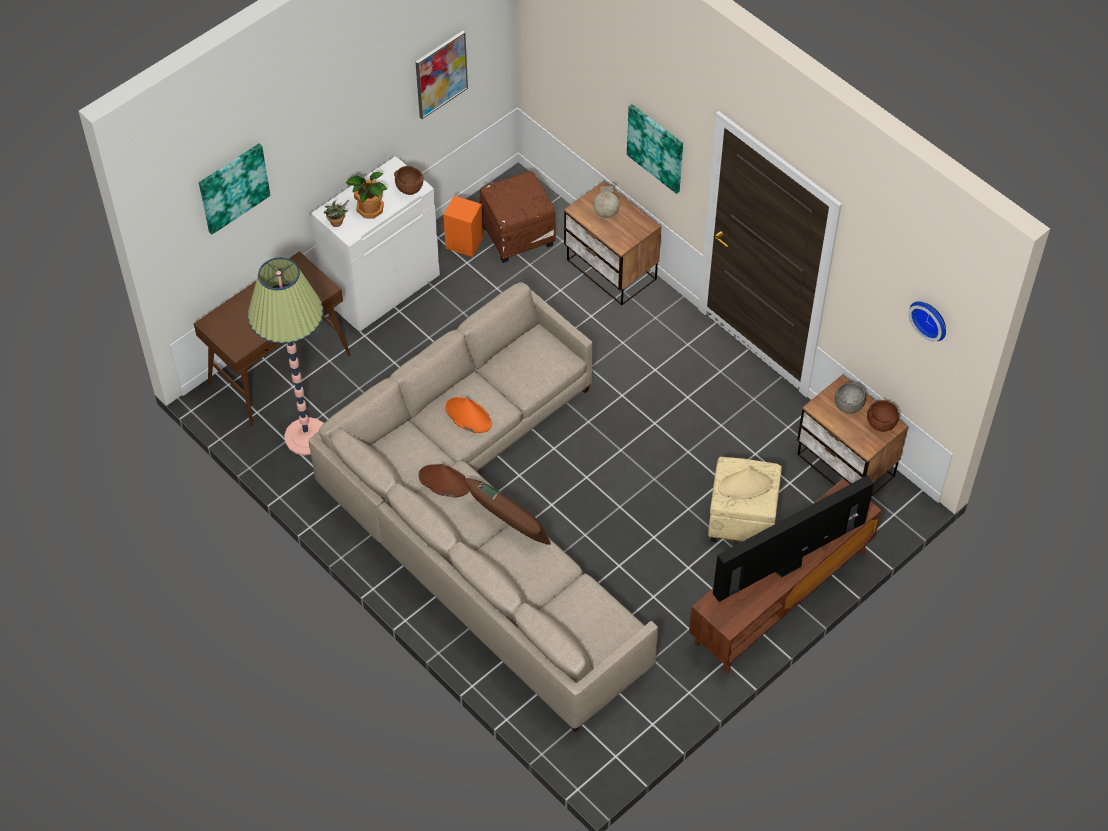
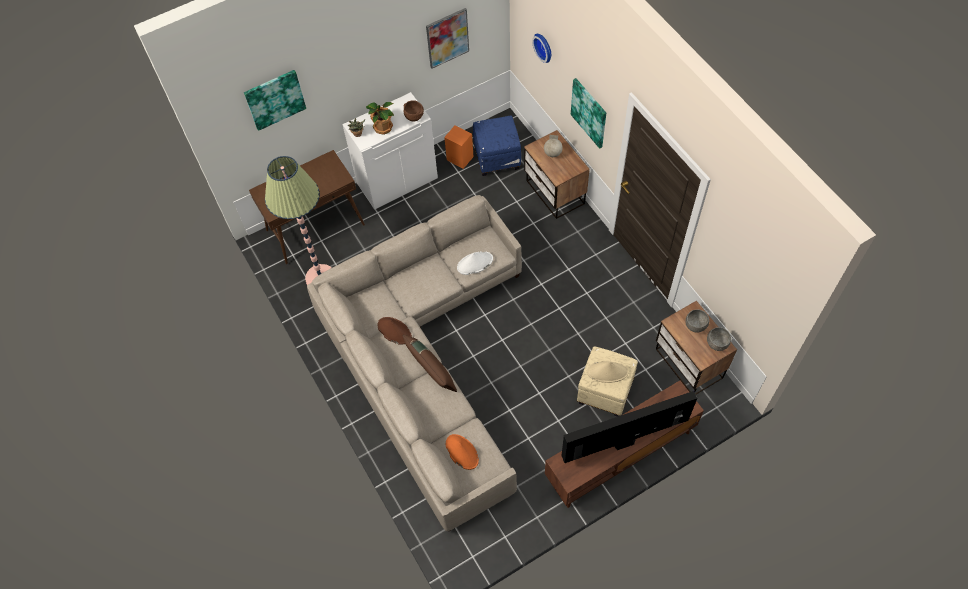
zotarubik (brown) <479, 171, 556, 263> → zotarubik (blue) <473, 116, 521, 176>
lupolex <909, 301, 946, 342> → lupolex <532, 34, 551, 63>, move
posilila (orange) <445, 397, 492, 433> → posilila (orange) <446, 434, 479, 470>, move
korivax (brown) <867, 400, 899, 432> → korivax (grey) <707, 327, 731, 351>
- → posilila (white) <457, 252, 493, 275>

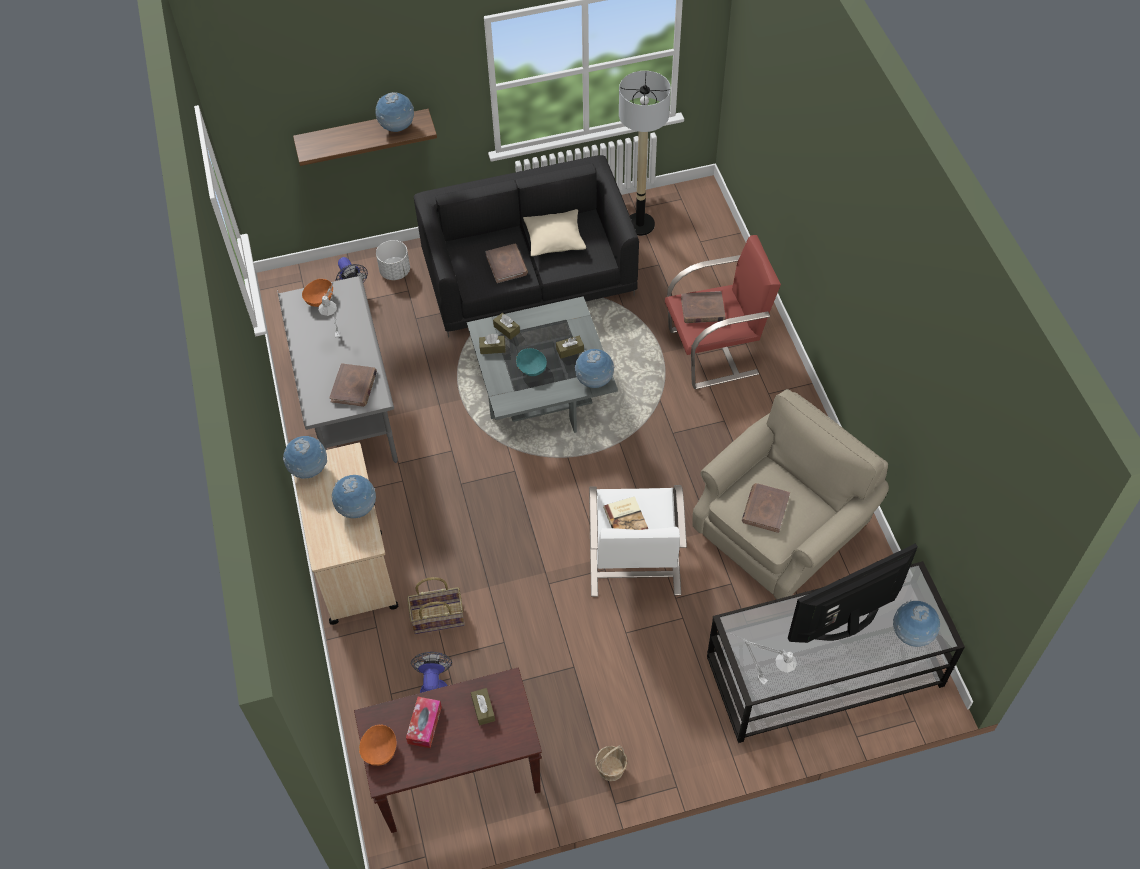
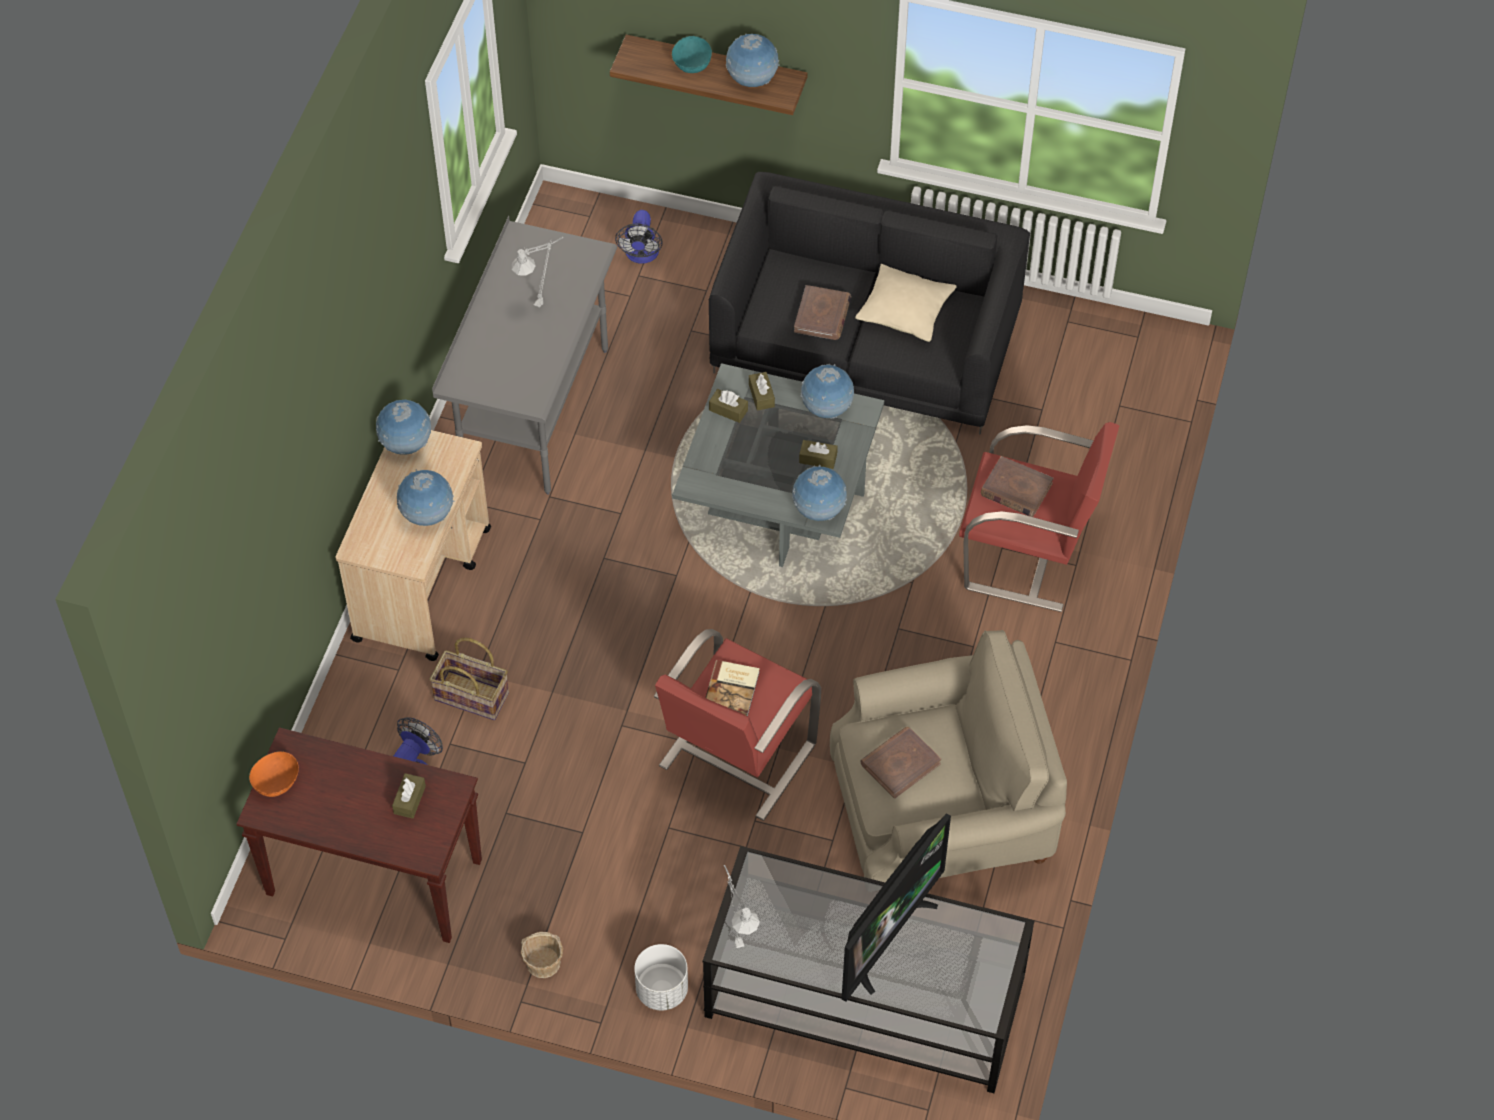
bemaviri <619, 71, 671, 236> → -
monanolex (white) <376, 240, 410, 280> → monanolex (white) <634, 944, 688, 1010>, move
korivax (orange) <302, 279, 333, 307> → -
korivax (turquoise) <516, 348, 547, 376> → korivax (turquoise) <672, 36, 712, 73>, move
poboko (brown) <329, 363, 377, 407> → -
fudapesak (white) <589, 485, 687, 597> → fudapesak (red) <654, 629, 821, 821>
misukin <787, 543, 918, 643> → misukin <842, 813, 951, 1002>, 120 degrees clockwise
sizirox <893, 600, 941, 647> → sizirox <801, 364, 854, 419>, move
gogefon <406, 697, 442, 748> → -

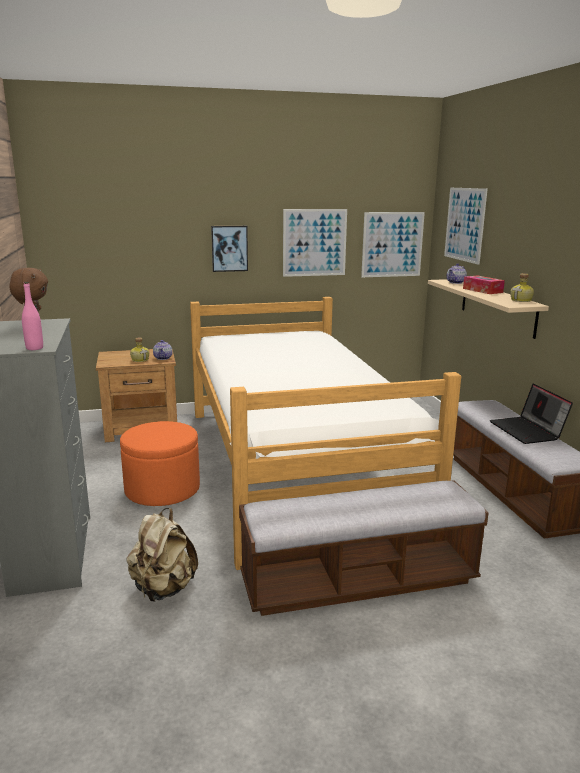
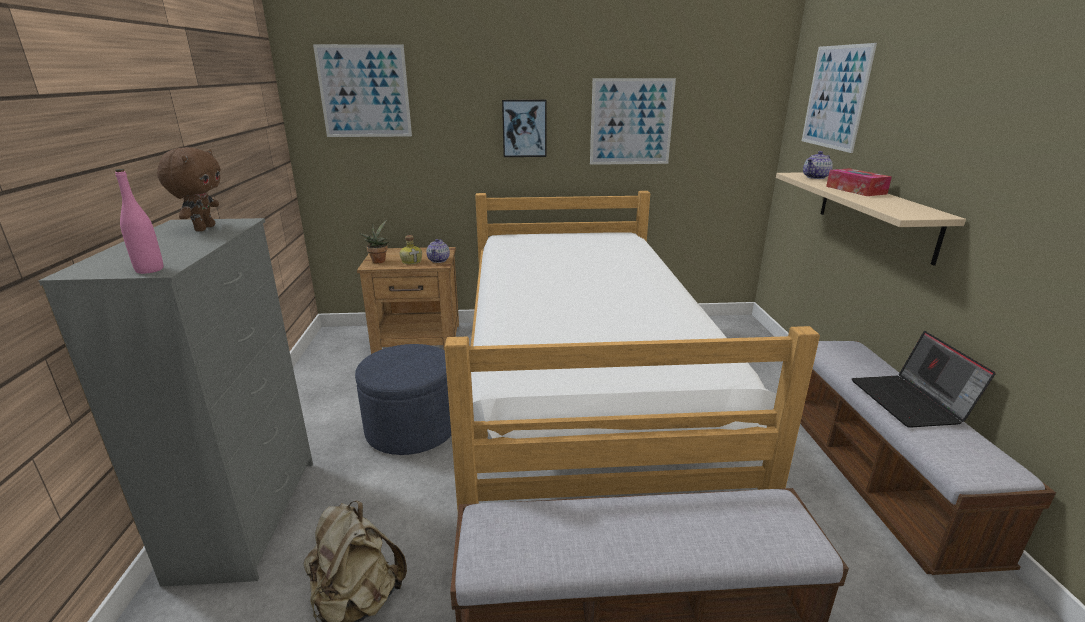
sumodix <361, 212, 425, 277> → sumodix <313, 44, 412, 137>, move
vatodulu <510, 273, 534, 302> → -
zotarubik (orange) <120, 421, 200, 506> → zotarubik (blue) <355, 344, 451, 455>
- → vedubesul <359, 220, 389, 264>

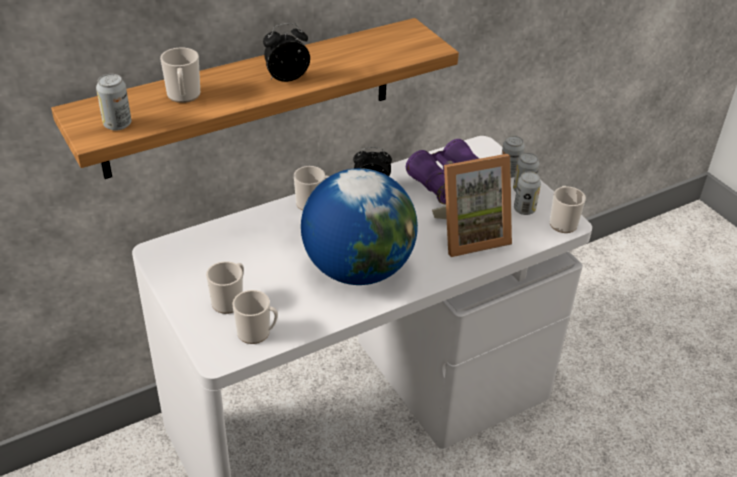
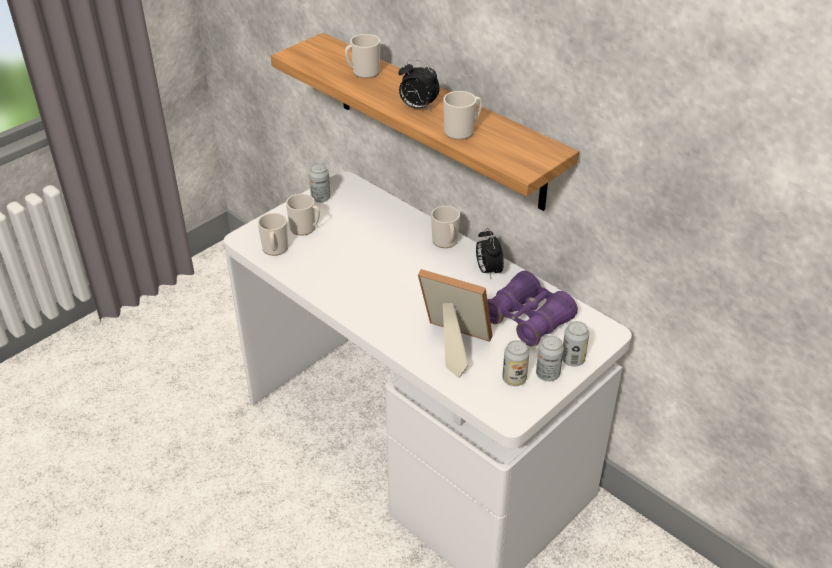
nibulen <263, 23, 310, 82> → nibulen <398, 59, 440, 111>, 150 degrees clockwise
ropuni <96, 74, 131, 131> → ropuni <309, 164, 330, 203>, move
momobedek <432, 154, 512, 257> → momobedek <418, 269, 493, 378>, 150 degrees clockwise
sizirox <301, 168, 418, 285> → -
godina <550, 186, 586, 233> → godina <443, 91, 482, 140>, move

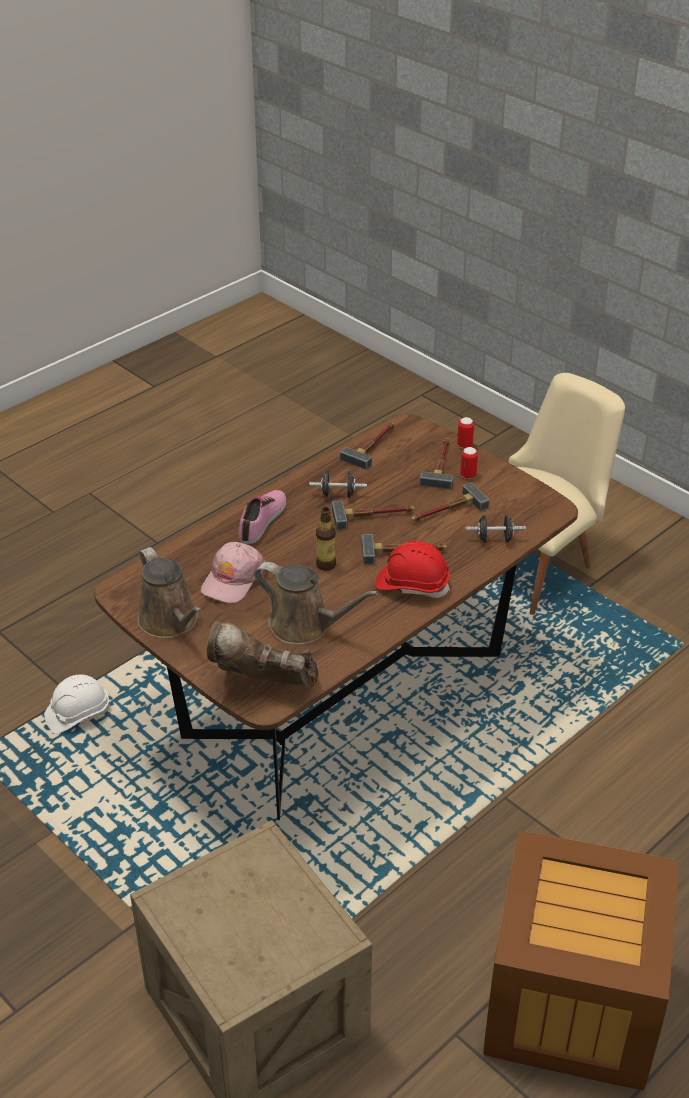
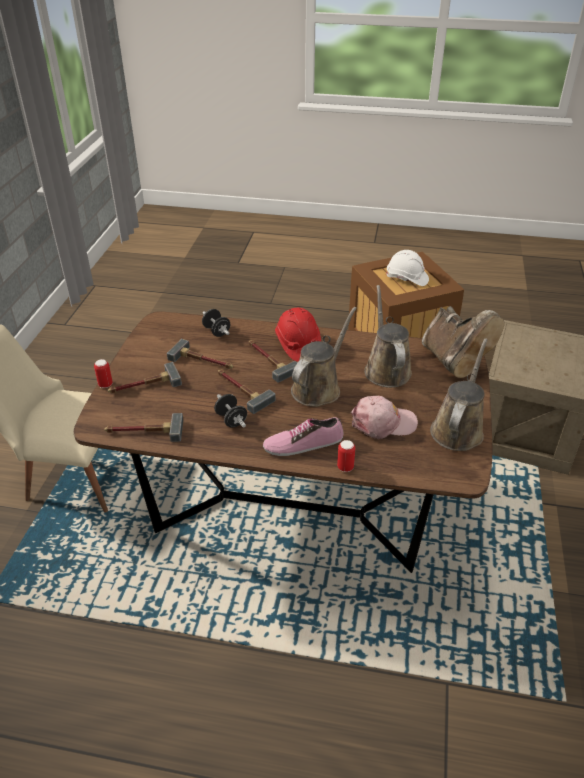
ropuni <460, 447, 478, 479> → ropuni <337, 440, 355, 472>, move
vatodulu <316, 507, 336, 571> → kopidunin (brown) <291, 307, 357, 407>
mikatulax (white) <44, 675, 110, 734> → mikatulax (white) <386, 250, 429, 286>, move

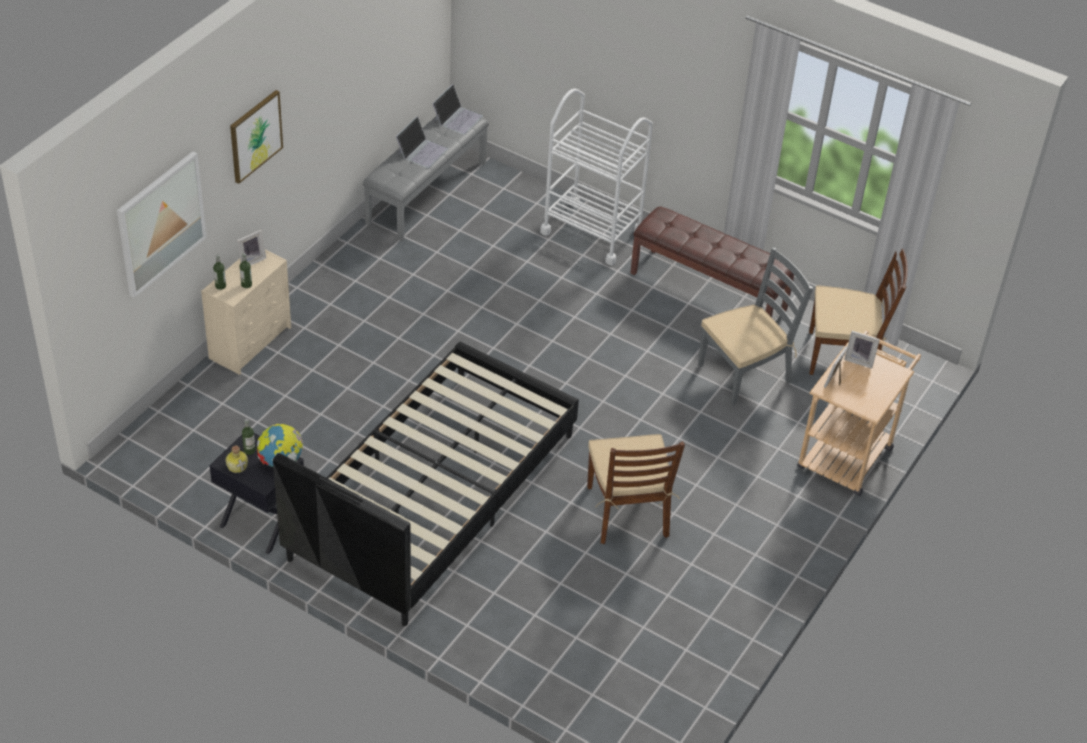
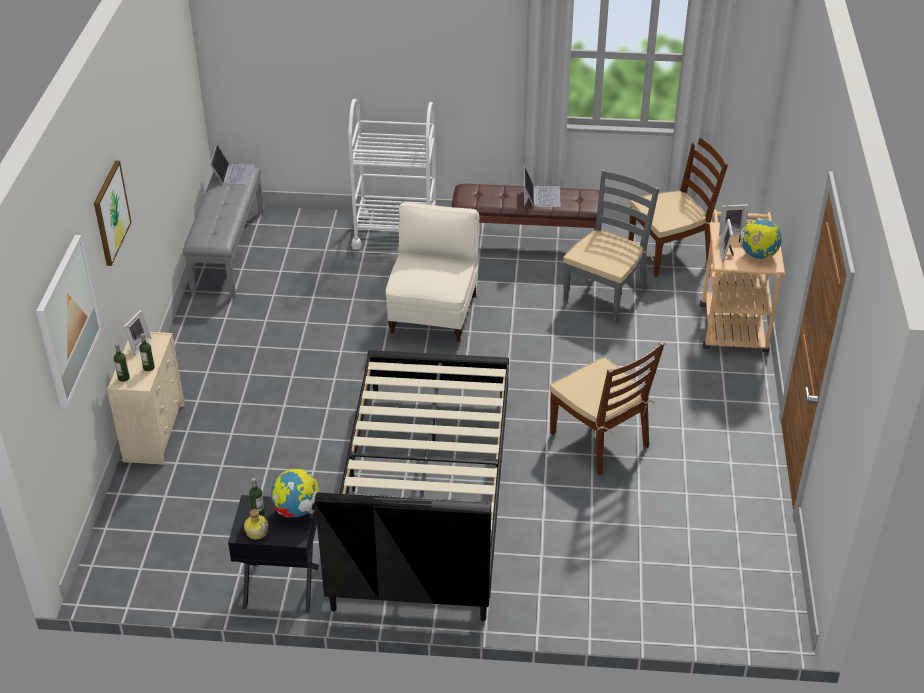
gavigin <396, 116, 448, 168> → gavigin <524, 165, 561, 207>, move
- → fudapesak (beige) <386, 202, 479, 344>
- → sizirox <739, 219, 782, 259>

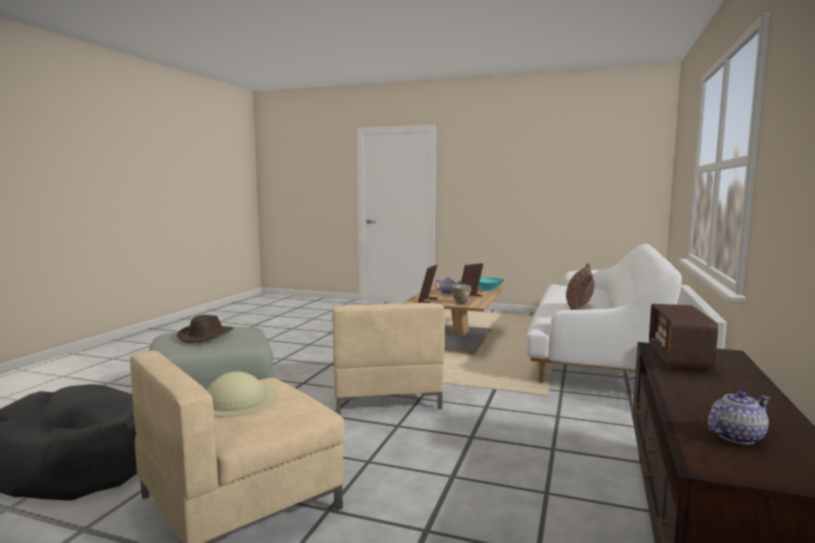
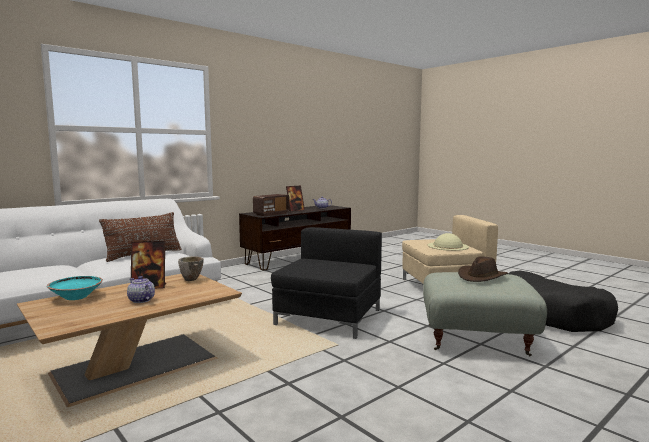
momobedek <418, 265, 437, 303> → momobedek <286, 186, 305, 211>, move
fudapesak (beige) <333, 303, 445, 415> → fudapesak (black) <271, 227, 382, 339>

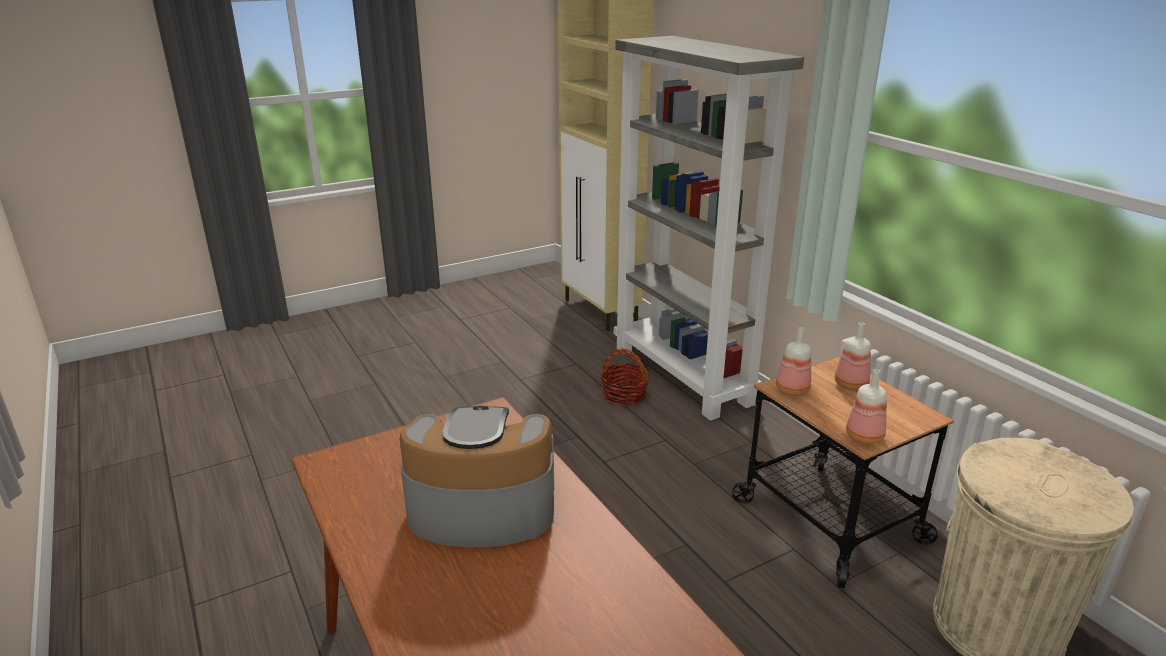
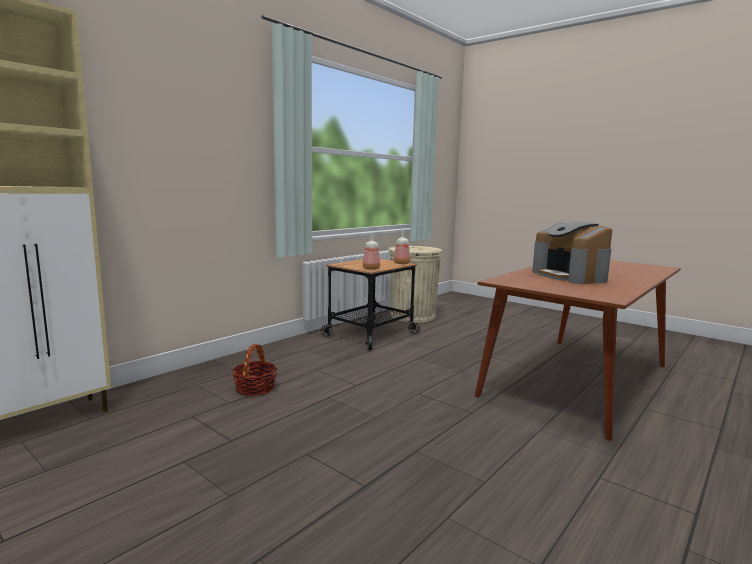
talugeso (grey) <614, 36, 804, 421> → -
vatodulu <835, 322, 871, 391> → -

